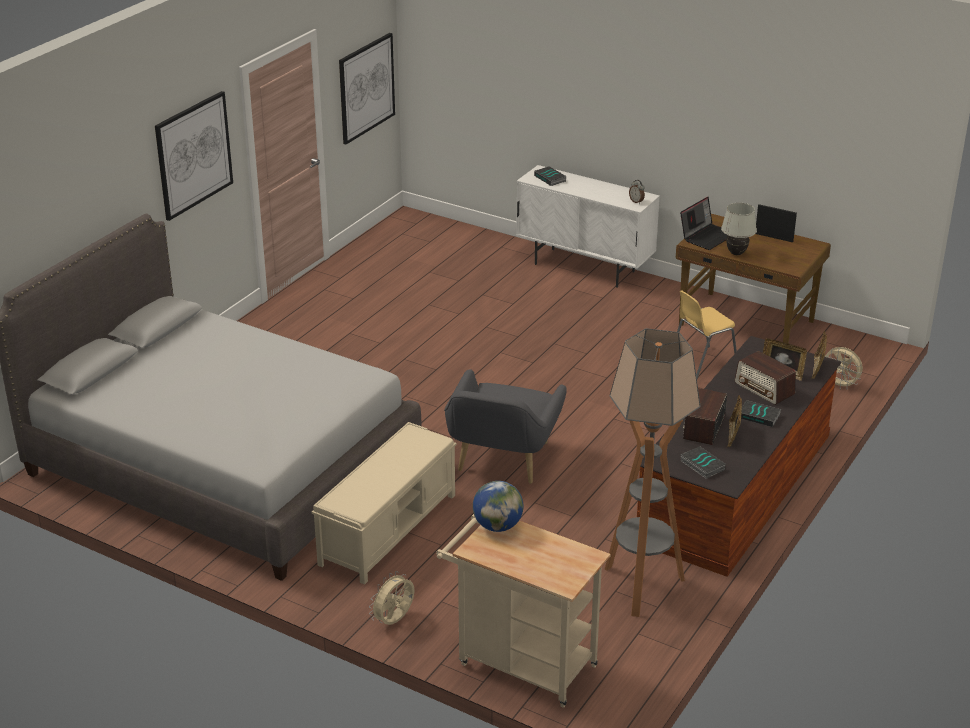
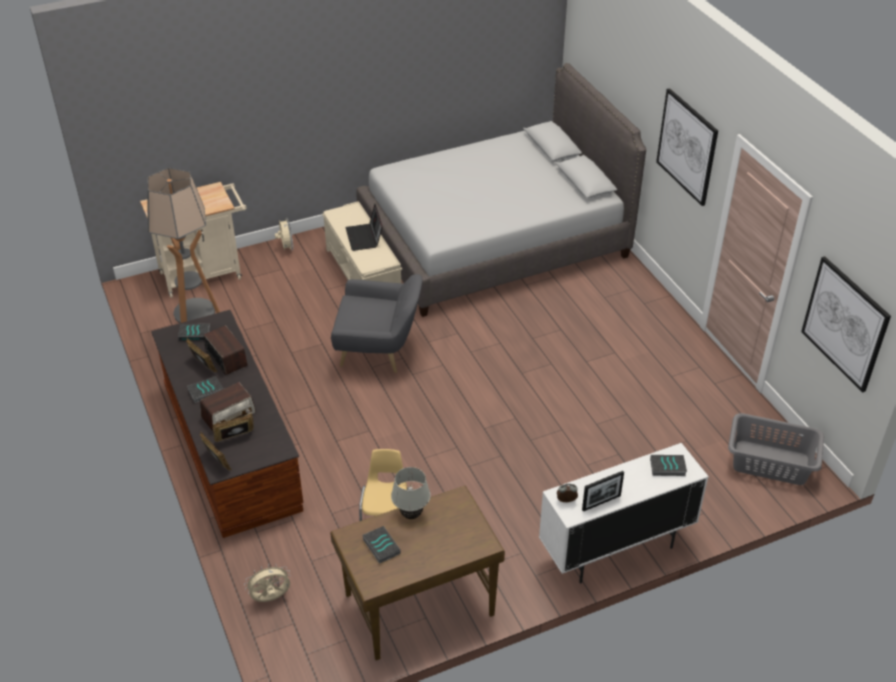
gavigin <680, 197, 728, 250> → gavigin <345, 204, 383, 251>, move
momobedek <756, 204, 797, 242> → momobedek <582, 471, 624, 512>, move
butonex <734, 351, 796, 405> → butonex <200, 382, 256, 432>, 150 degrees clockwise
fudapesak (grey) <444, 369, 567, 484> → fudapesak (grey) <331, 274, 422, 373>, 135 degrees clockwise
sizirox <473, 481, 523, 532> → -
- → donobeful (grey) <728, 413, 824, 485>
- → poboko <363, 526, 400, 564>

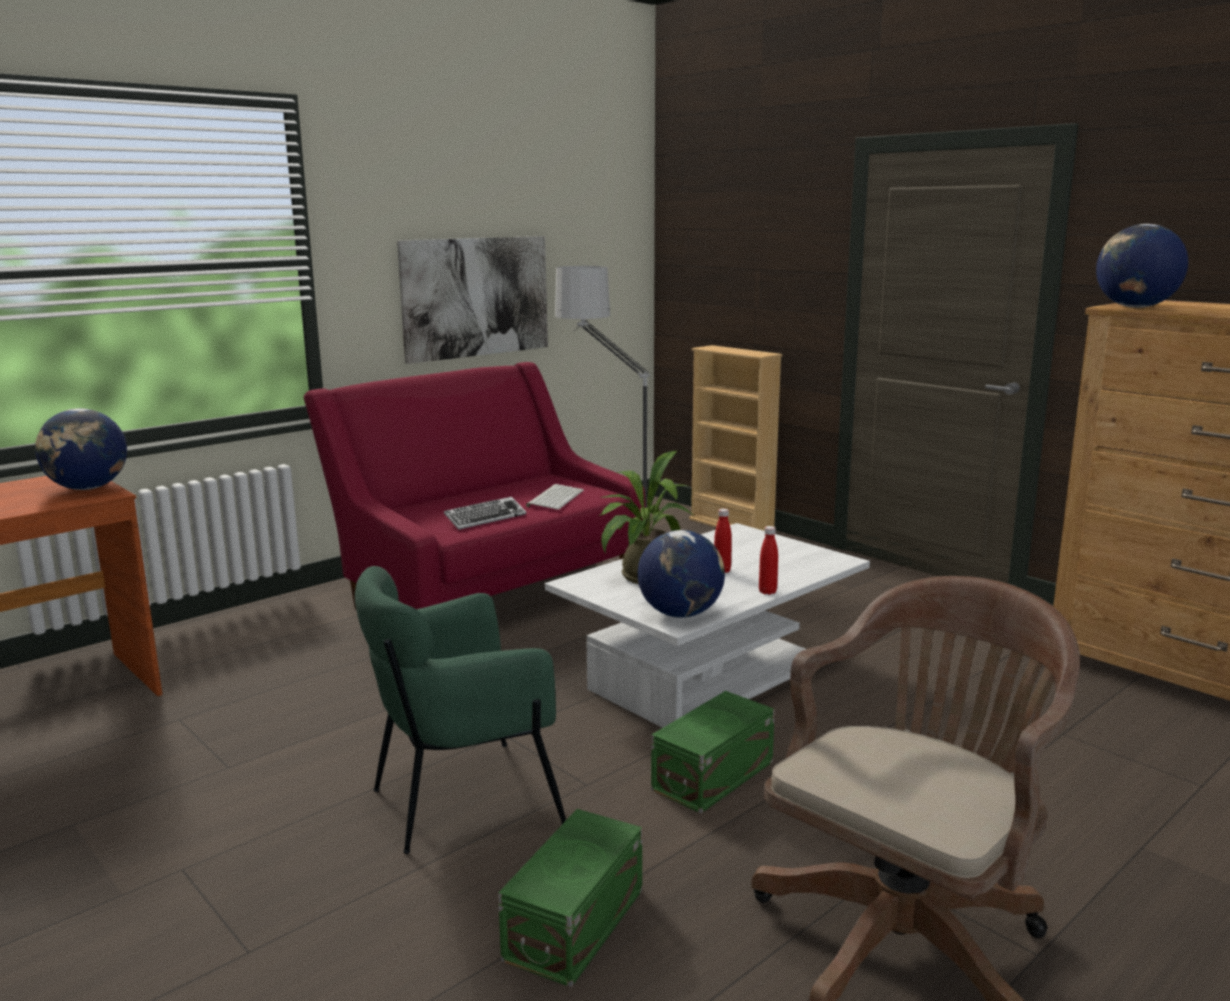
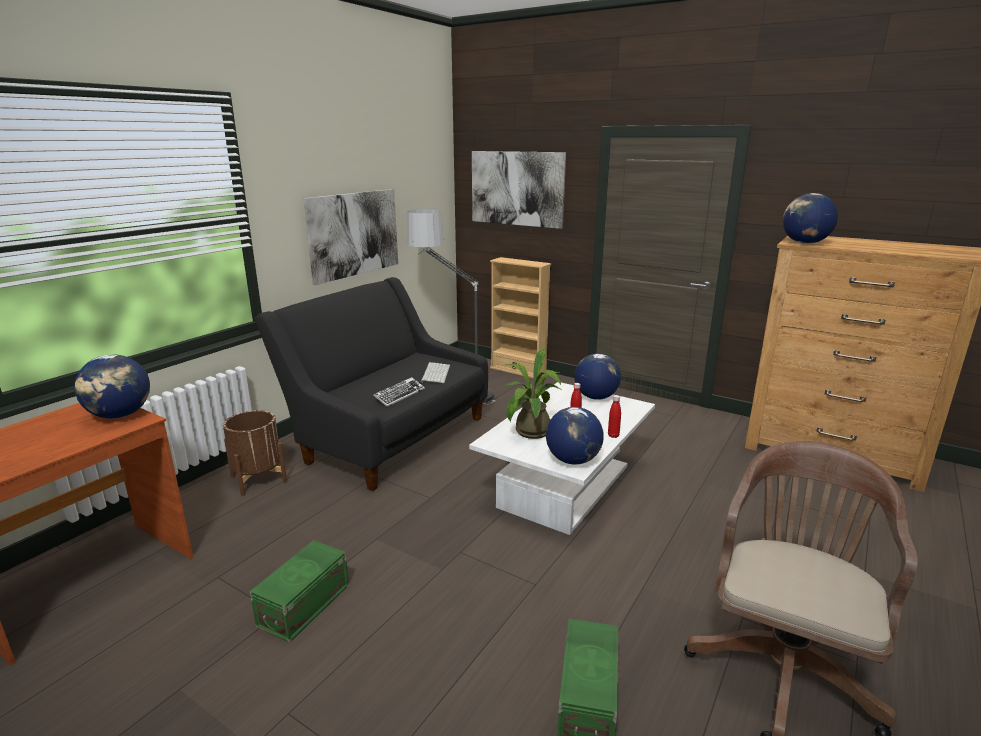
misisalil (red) <304, 362, 646, 610> → misisalil (black) <254, 277, 488, 491>
fudapesak (green) <355, 566, 566, 854> → -
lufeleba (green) <651, 691, 775, 813> → lufeleba (green) <250, 540, 349, 643>, move
- → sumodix <472, 151, 566, 229>
- → sizirox <574, 354, 621, 400>
- → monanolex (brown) <223, 410, 287, 496>

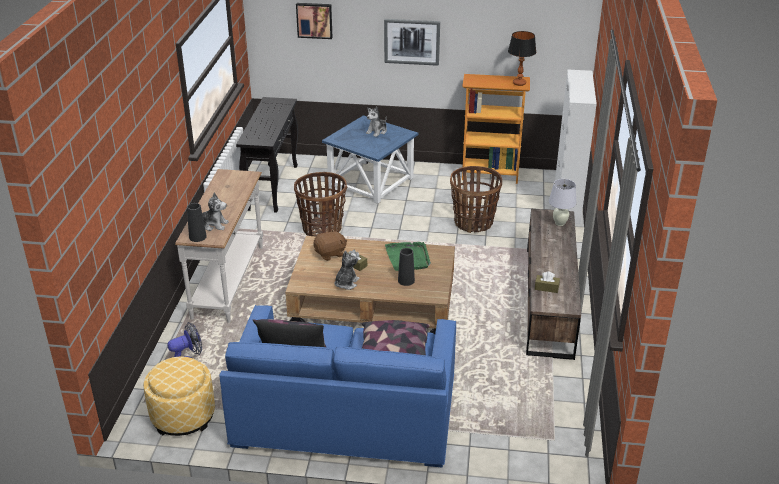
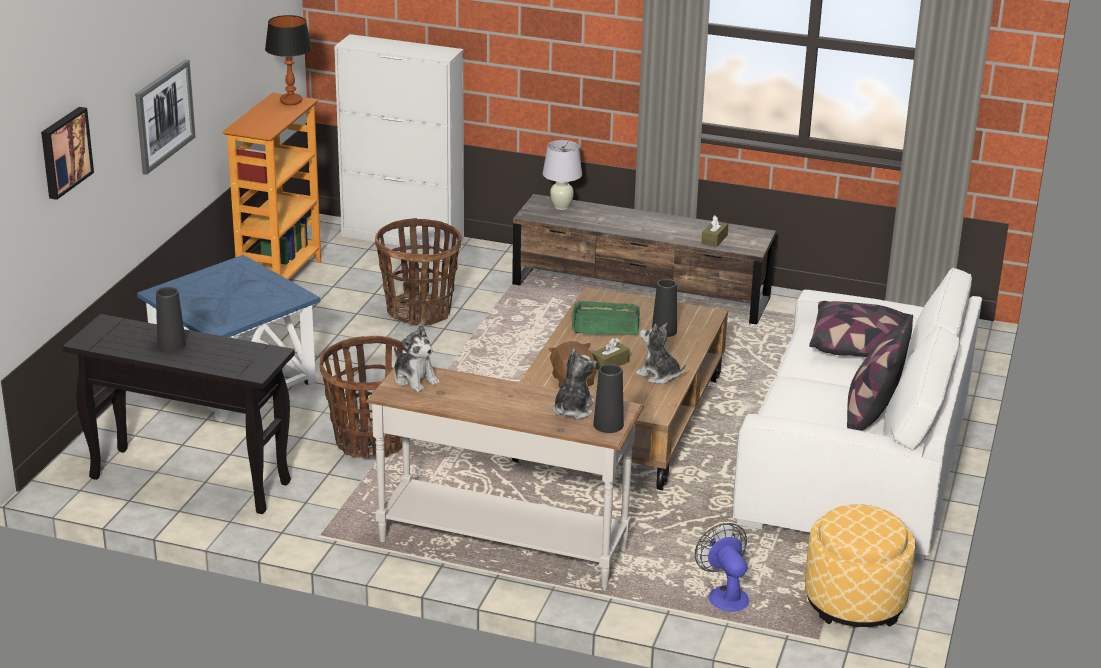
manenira <366, 107, 387, 137> → manenira <394, 325, 440, 392>, move
misisalil (blue) <219, 305, 456, 468> → misisalil (white) <733, 267, 982, 562>
- → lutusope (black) <156, 287, 186, 351>

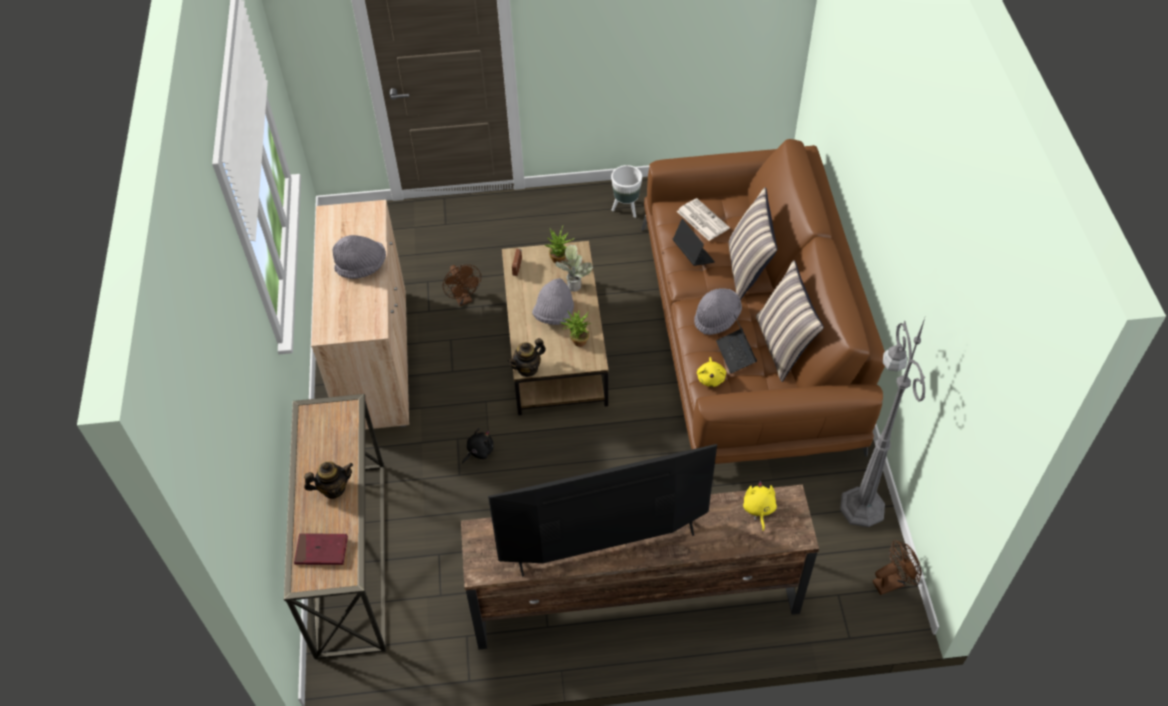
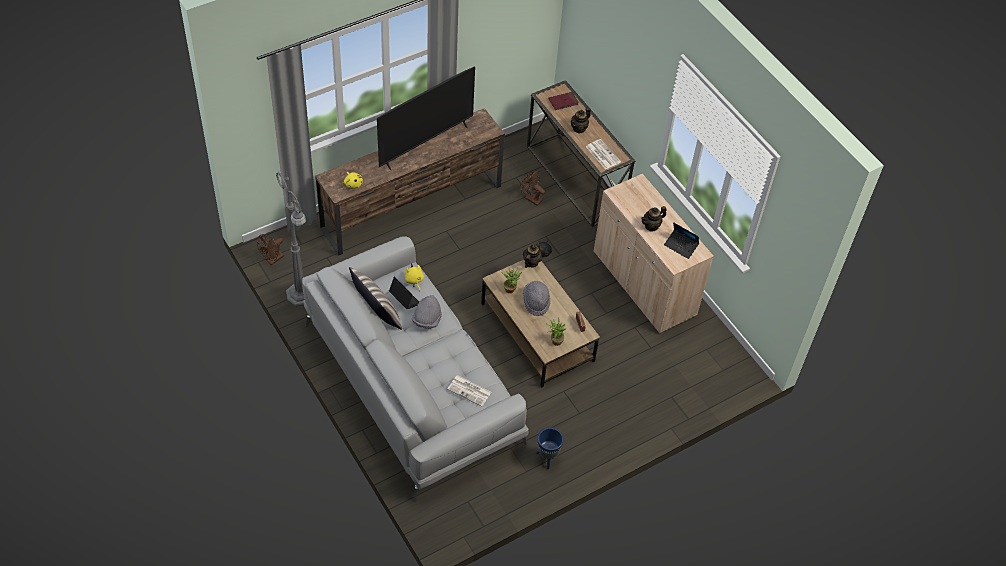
misisalil (brown) <641, 139, 885, 464> → misisalil (grey) <302, 237, 528, 501>
monanolex (white) <611, 165, 642, 218> → monanolex (blue) <536, 428, 563, 469>
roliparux <729, 187, 778, 300> → -
gavigin <673, 219, 715, 266> → gavigin <664, 222, 699, 259>, move
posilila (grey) <333, 235, 386, 279> → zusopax <641, 206, 667, 232>
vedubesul <555, 245, 593, 292> → -
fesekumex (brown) <443, 264, 481, 306> → fesekumex (brown) <520, 171, 545, 206>, move
- → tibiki <586, 139, 621, 169>

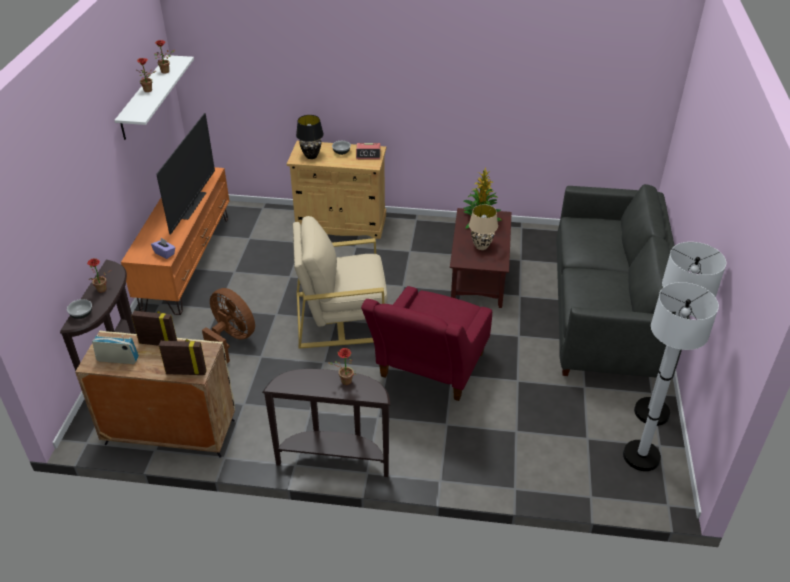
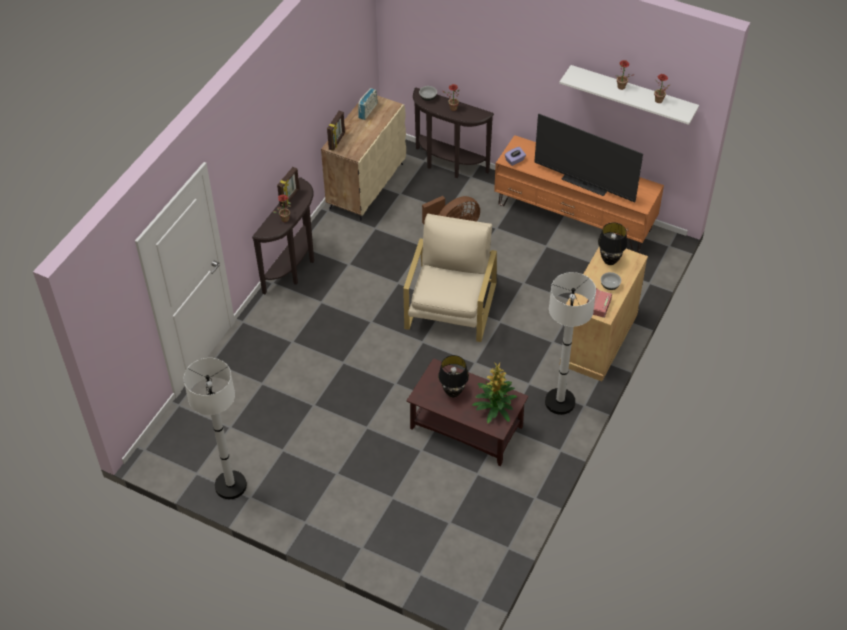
misisalil (grey) <556, 184, 690, 379> → -
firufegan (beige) <469, 204, 498, 250> → firufegan (black) <438, 355, 469, 397>
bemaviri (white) <623, 282, 719, 471> → bemaviri (white) <545, 272, 596, 415>, move
fudapesak (red) <361, 286, 492, 401> → -
momobedek <131, 311, 177, 346> → momobedek <277, 167, 300, 207>, move

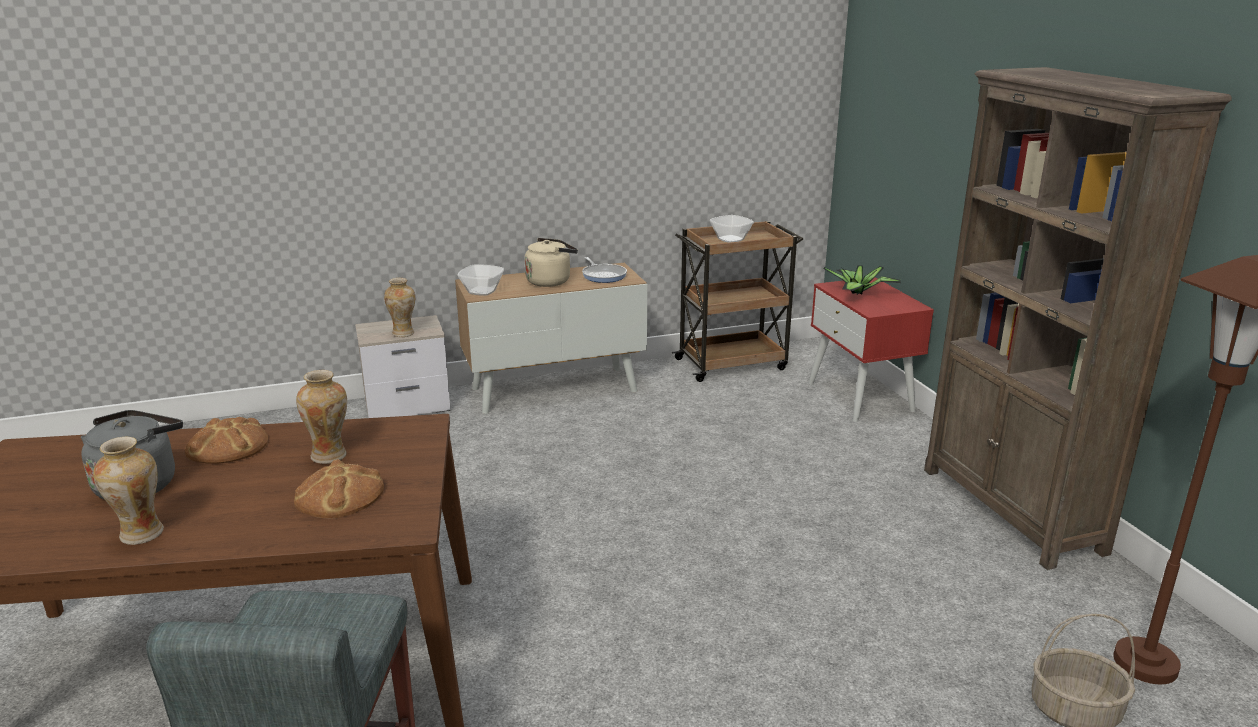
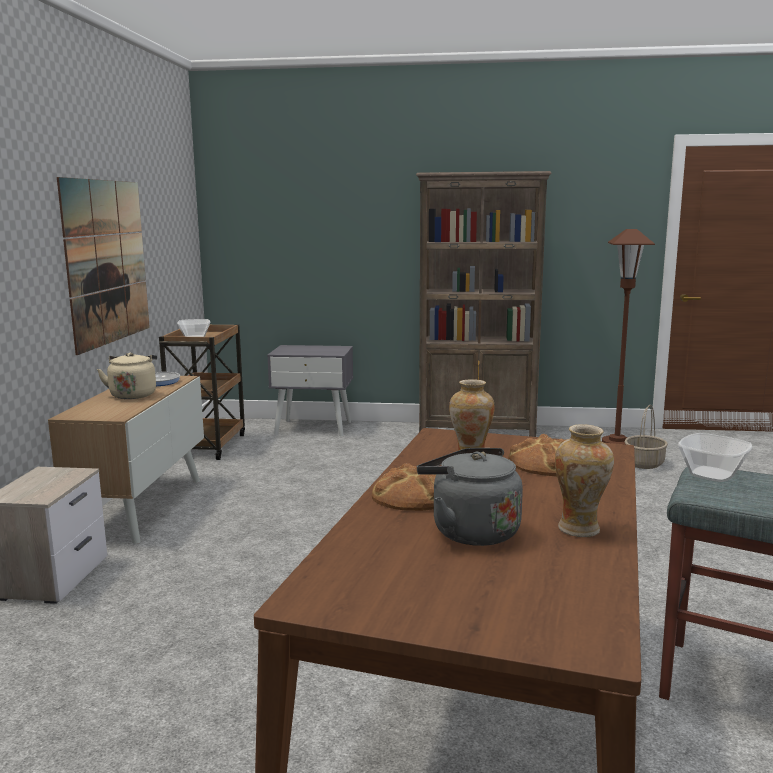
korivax <458, 264, 504, 296> → korivax <678, 433, 752, 482>, move
vedubesul <824, 265, 901, 295> → -
lutusope <384, 278, 415, 337> → -
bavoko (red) <808, 278, 934, 422> → bavoko (grey) <267, 345, 353, 437>
- → sumodix <57, 177, 150, 355>

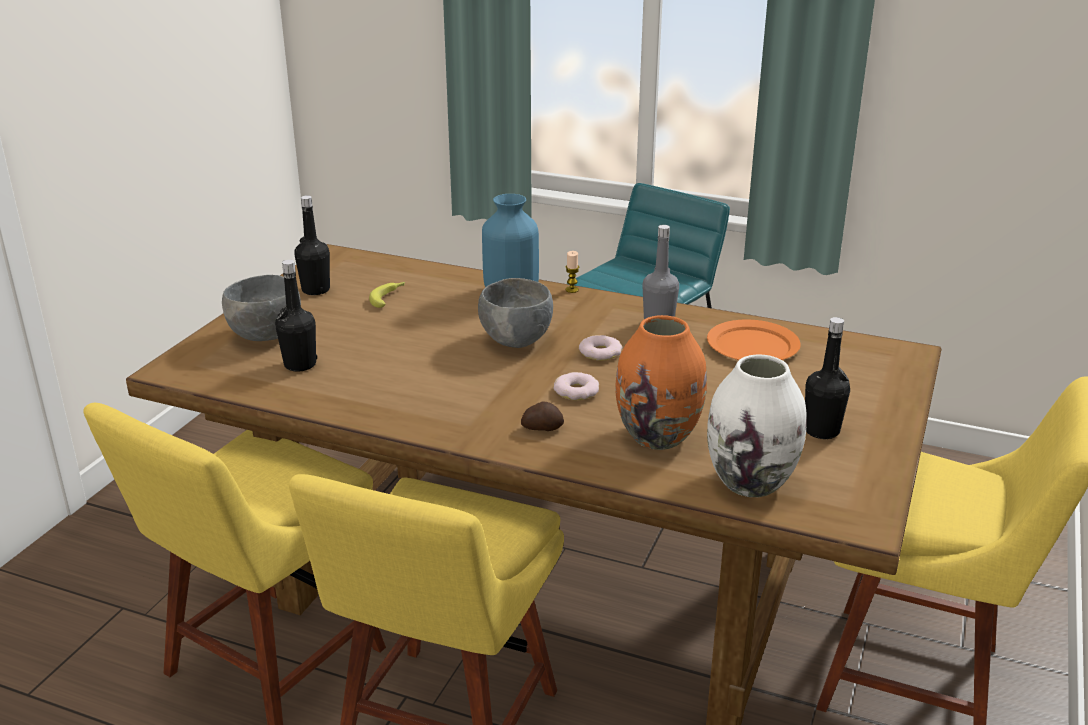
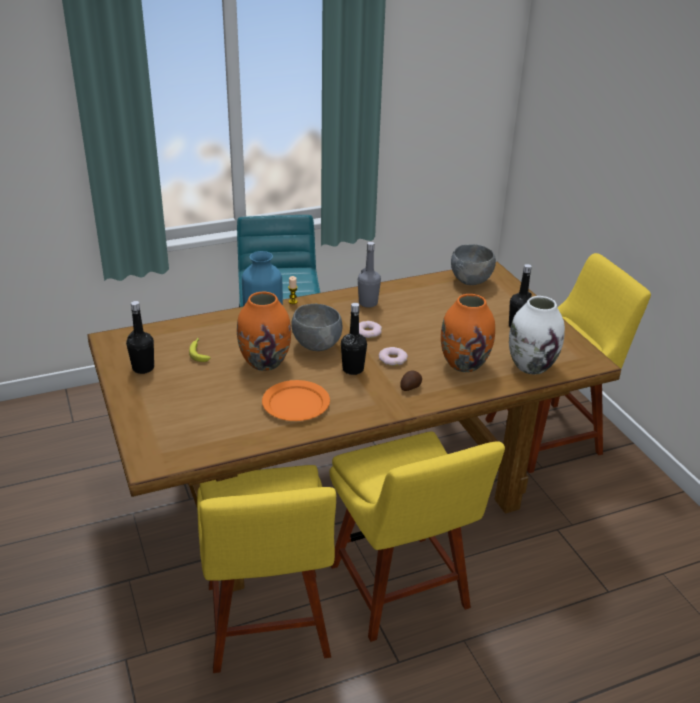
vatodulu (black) <275, 260, 317, 372> → vatodulu (black) <341, 303, 367, 375>, move
korivax (grey) <222, 275, 301, 341> → korivax (grey) <451, 244, 496, 285>, move
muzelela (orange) <707, 320, 801, 360> → muzelela (orange) <262, 380, 330, 421>, move
- → lutusope (orange) <237, 292, 291, 371>

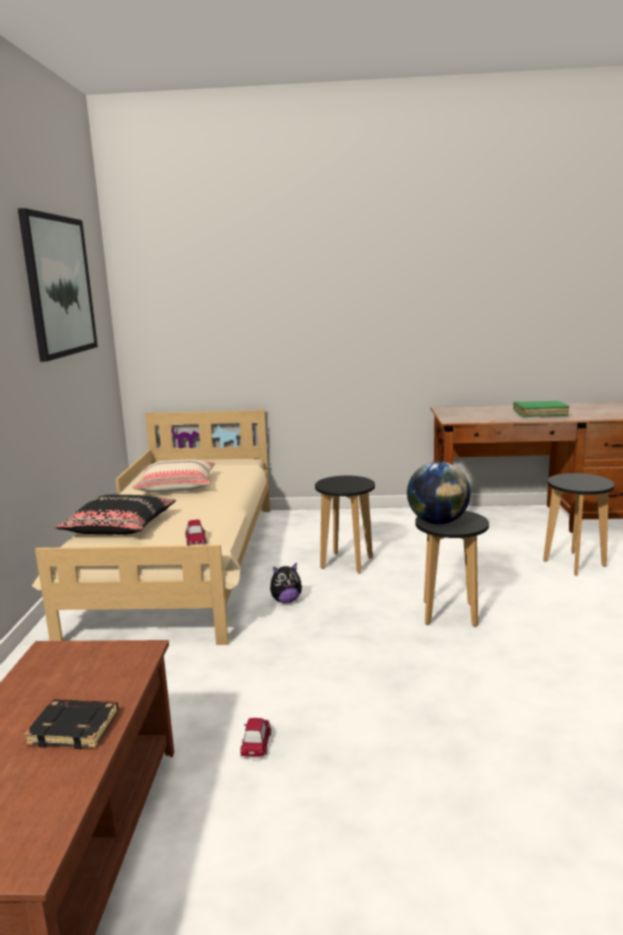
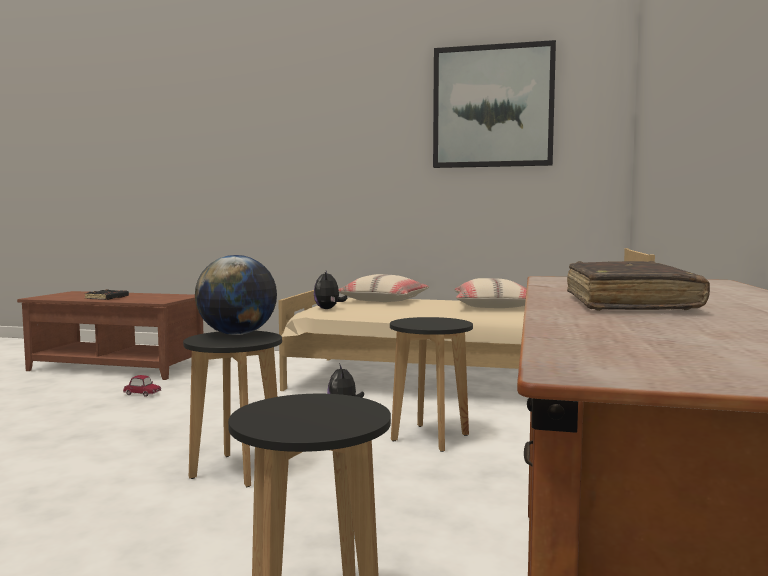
poboko (green) <513, 401, 570, 417> → poboko (brown) <567, 261, 710, 311>
roliparux (black) <55, 495, 176, 535> → roliparux (beige) <338, 274, 429, 302>
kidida <185, 520, 207, 545> → manenira <314, 271, 348, 309>

